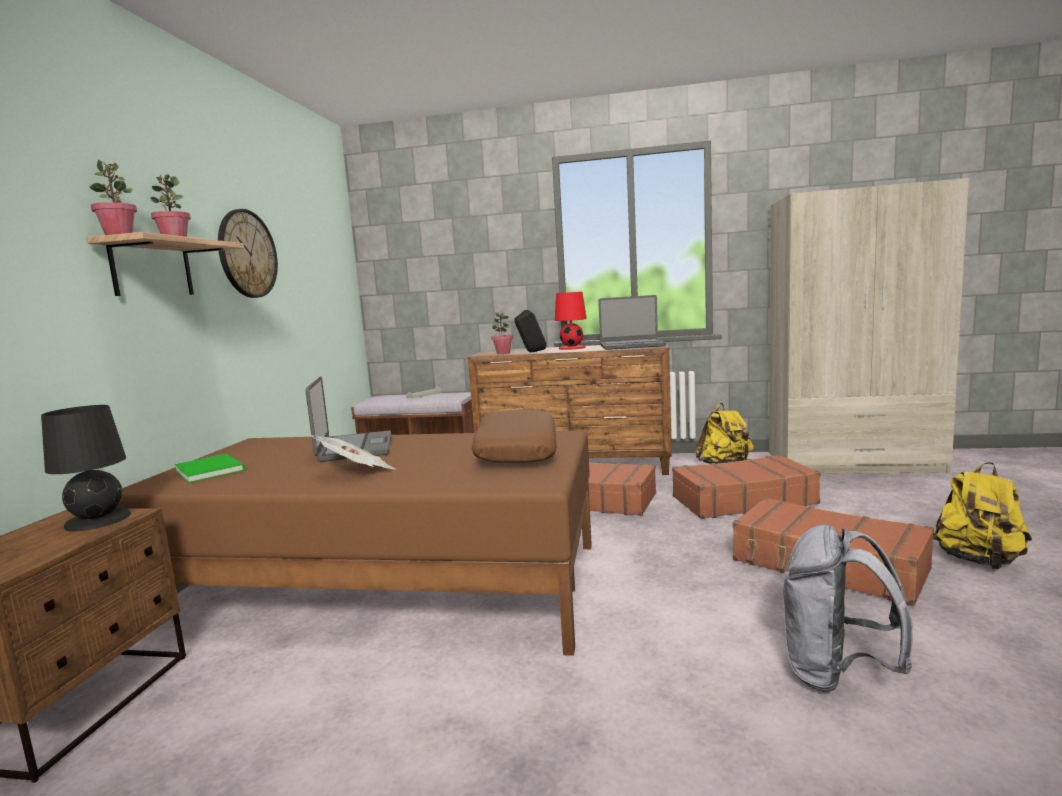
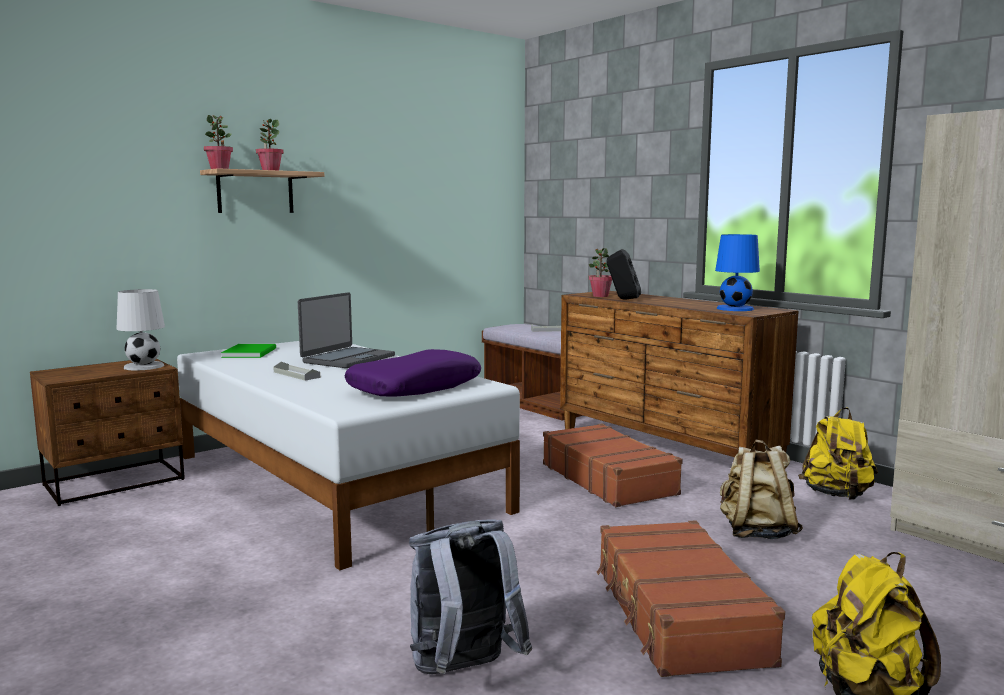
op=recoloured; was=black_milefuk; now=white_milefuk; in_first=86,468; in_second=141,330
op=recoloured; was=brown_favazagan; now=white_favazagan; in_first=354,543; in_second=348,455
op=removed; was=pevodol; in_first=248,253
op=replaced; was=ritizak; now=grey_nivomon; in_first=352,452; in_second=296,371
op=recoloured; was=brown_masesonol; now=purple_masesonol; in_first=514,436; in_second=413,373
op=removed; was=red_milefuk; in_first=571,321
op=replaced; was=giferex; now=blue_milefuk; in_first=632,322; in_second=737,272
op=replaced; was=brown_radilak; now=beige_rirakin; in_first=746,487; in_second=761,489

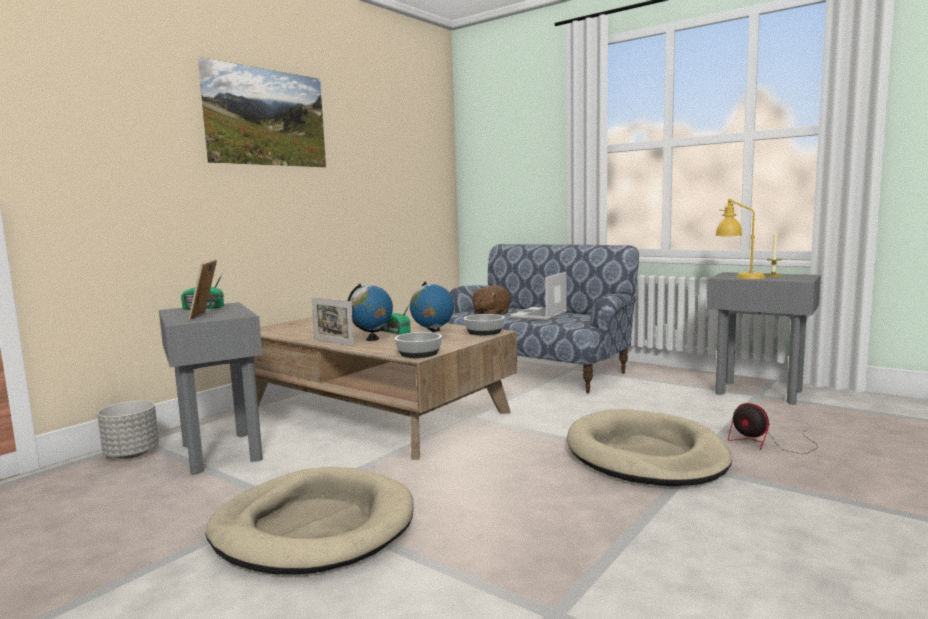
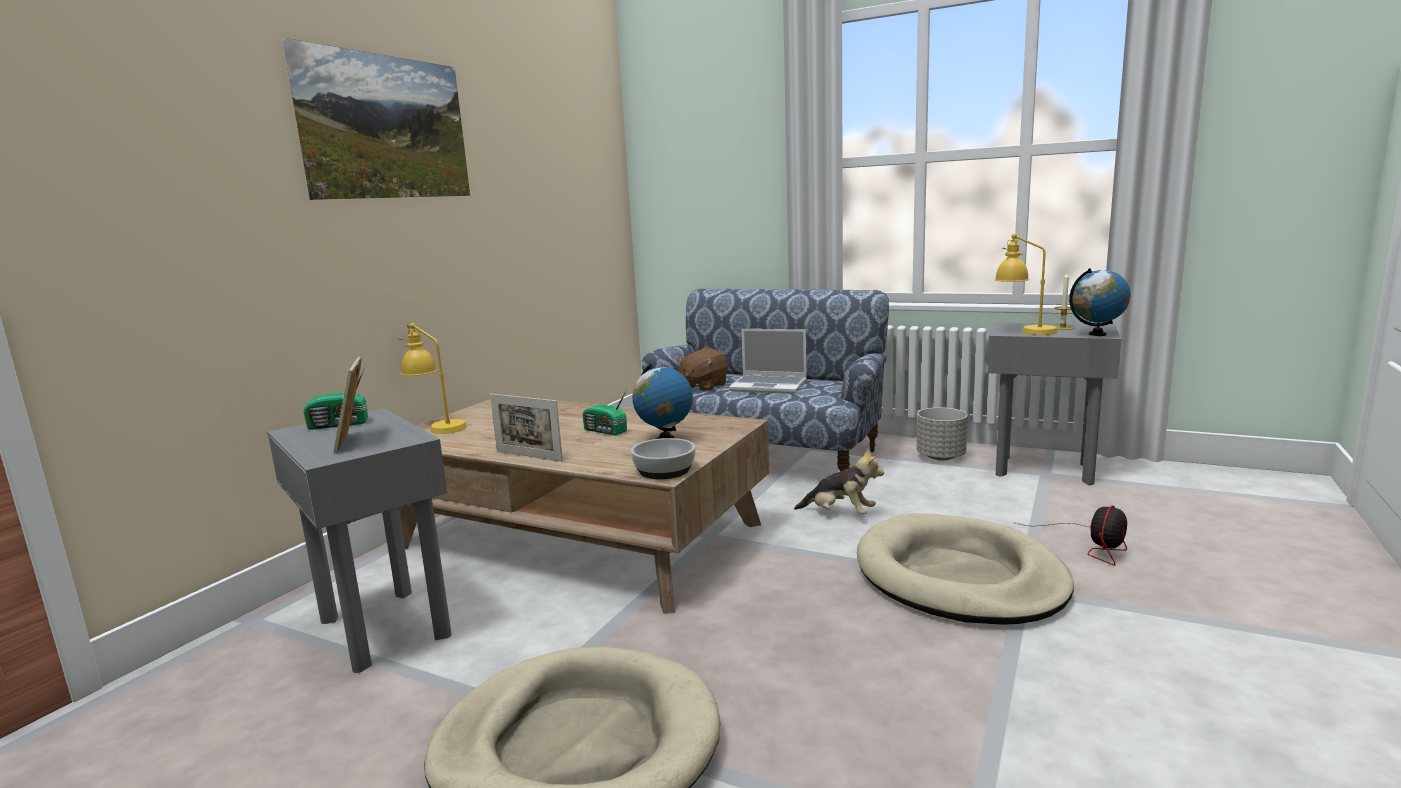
op=moved; was=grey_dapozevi; in_first=128,429; in_second=942,434
op=moved; was=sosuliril; in_first=370,312; in_second=1099,302
op=removed; was=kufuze; in_first=484,324
op=turned; was=giferex; in_first=538,296; in_second=768,361; clockwise=-90
op=turned; was=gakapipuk; in_first=773,428; in_second=1071,536; clockwise=-90
op=added; now=yellow_milefuk; in_second=433,378
op=added; now=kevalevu; in_second=839,481

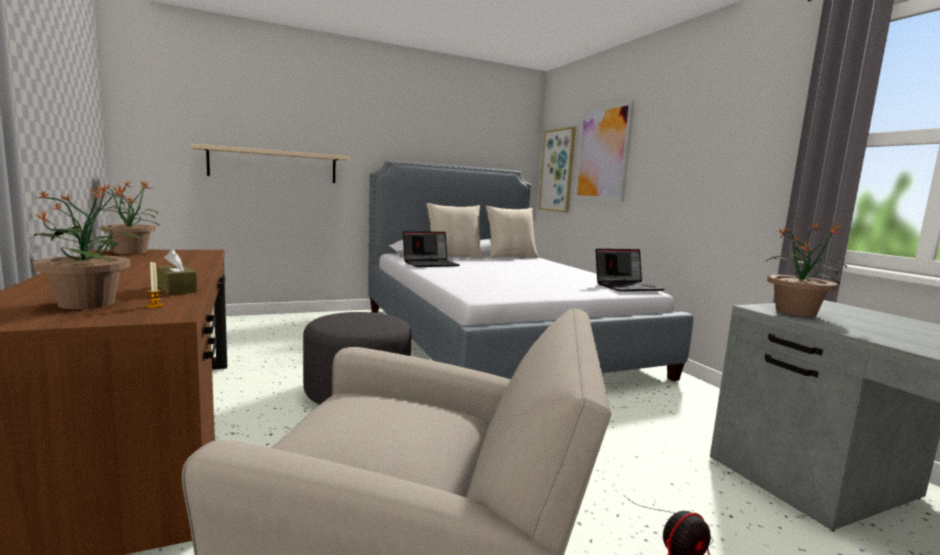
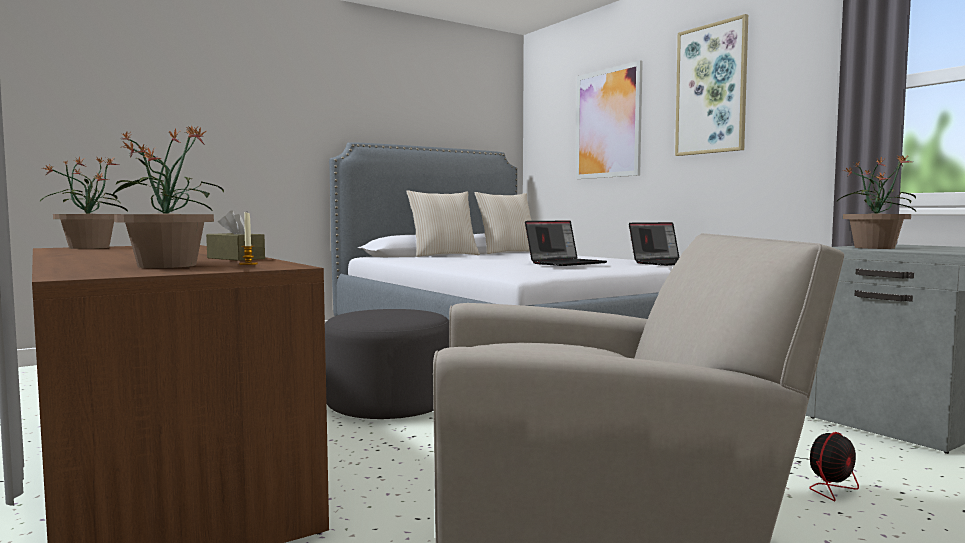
op=removed; was=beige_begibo; in_first=270,163
op=moved; was=giferex; in_first=431,249; in_second=566,243
op=moved; was=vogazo; in_first=557,169; in_second=711,85

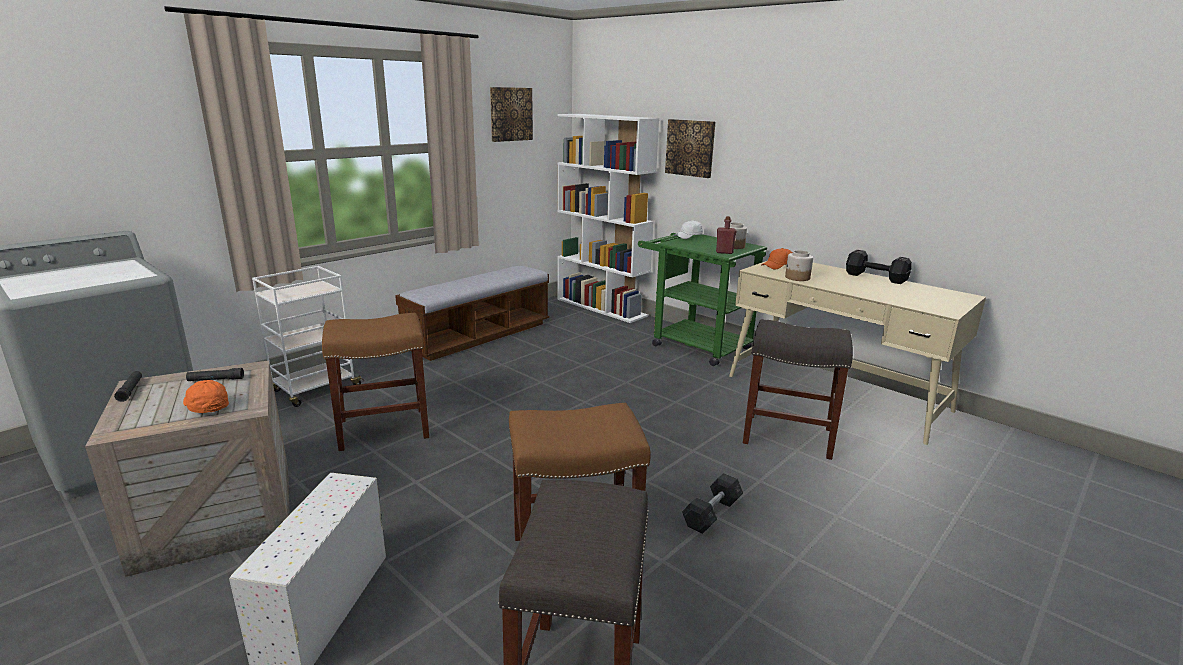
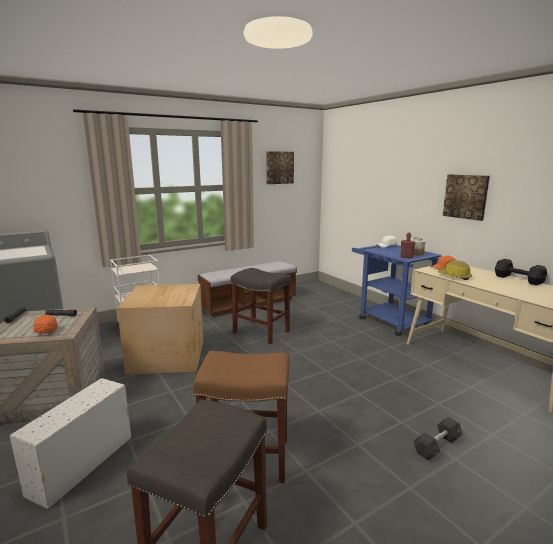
op=replaced; was=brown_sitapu; now=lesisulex; in_first=375,382; in_second=160,329
op=removed; was=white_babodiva; in_first=608,218
op=recoloured; was=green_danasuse; now=blue_danasuse; in_first=702,299; in_second=396,290
op=moved; was=vogazo; in_first=690,148; in_second=466,197
op=moved; was=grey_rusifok; in_first=712,503; in_second=438,438
op=moved; was=grey_sitapu; in_first=798,389; in_second=261,306
op=replaced; was=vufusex; now=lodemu; in_first=799,265; in_second=455,270

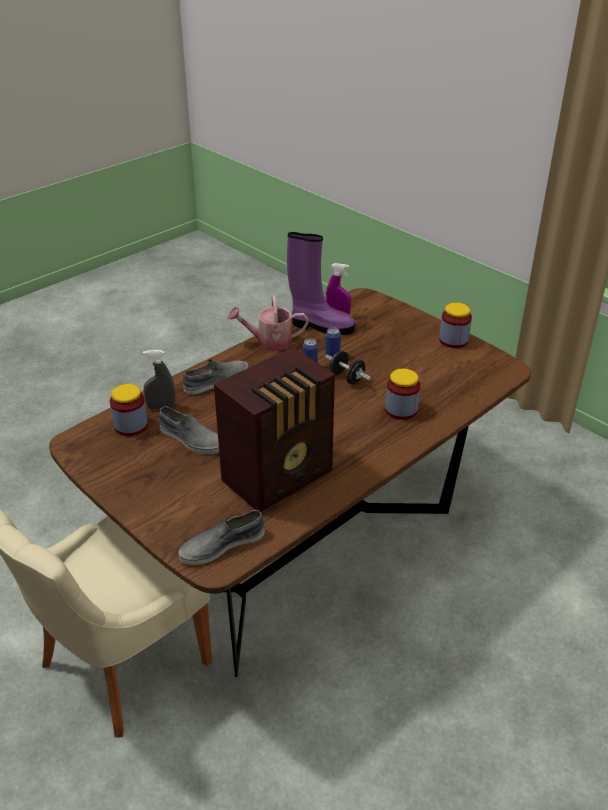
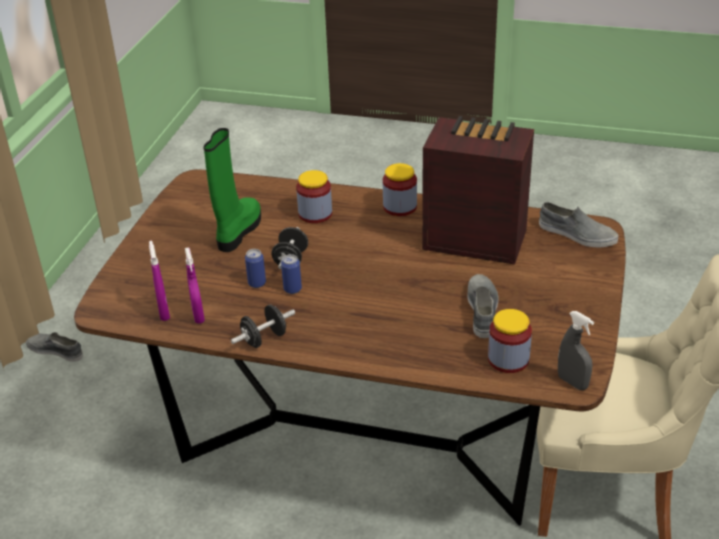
op=moved; was=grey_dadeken; in_first=158,380; in_second=576,350
op=moved; was=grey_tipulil; in_first=215,377; in_second=54,347
op=replaced; was=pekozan; now=black_rusifok; in_first=268,323; in_second=263,326
op=replaced; was=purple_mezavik; now=purple_dadeken; in_first=321,283; in_second=195,285
op=moved; was=vufusex; in_first=455,325; in_second=400,189
op=added; now=green_mezavik; in_second=232,190

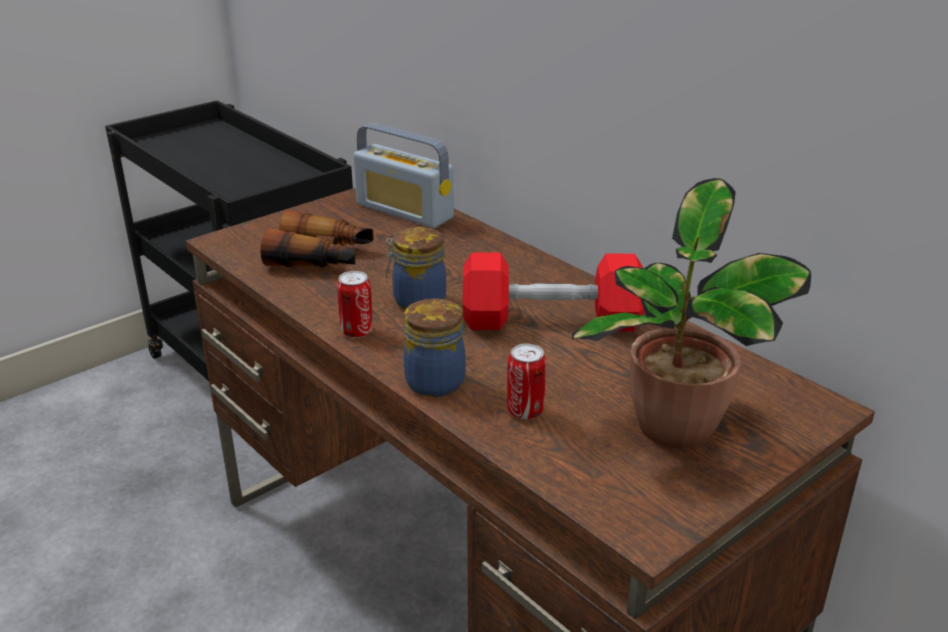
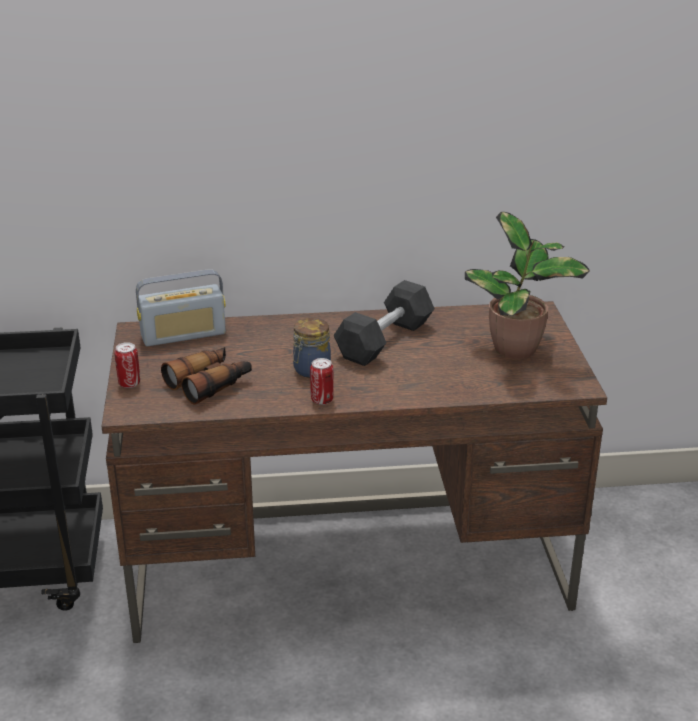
op=removed; was=vufusex; in_first=435,347
op=recoloured; was=red_rusifok; now=black_rusifok; in_first=553,291; in_second=384,323
op=moved; was=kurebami; in_first=526,381; in_second=127,365

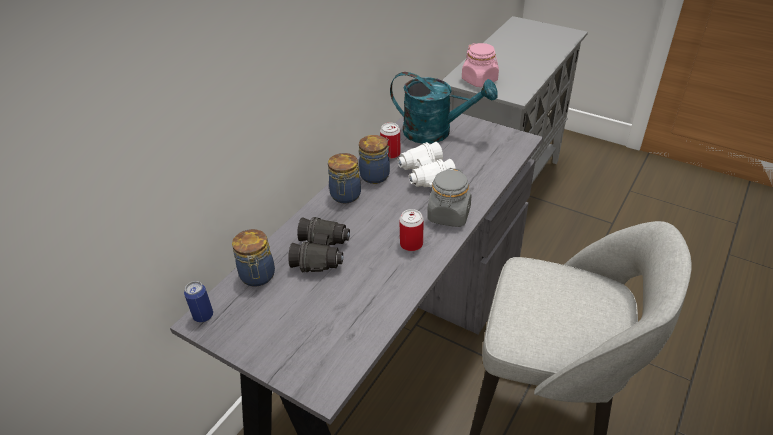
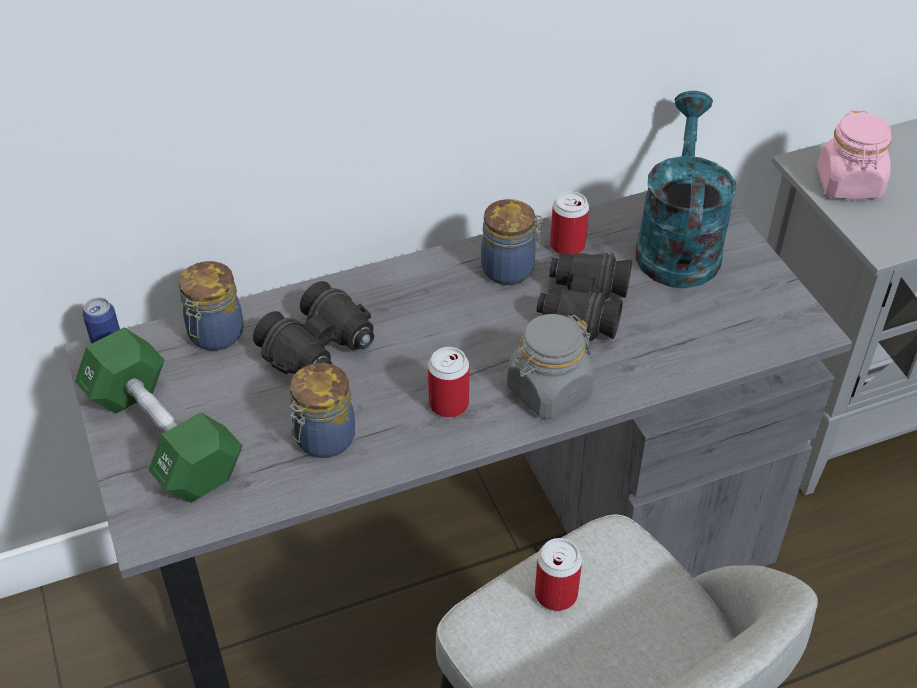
op=moved; was=vufusex; in_first=344,178; in_second=322,410
op=turned; was=turquoise_pekozan; in_first=444,108; in_second=686,189; clockwise=-135
op=recoloured; was=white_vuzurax; now=black_vuzurax; in_first=427,164; in_second=584,297
op=added; now=green_rusifok; in_second=159,415
op=added; now=kurebami; in_second=558,574

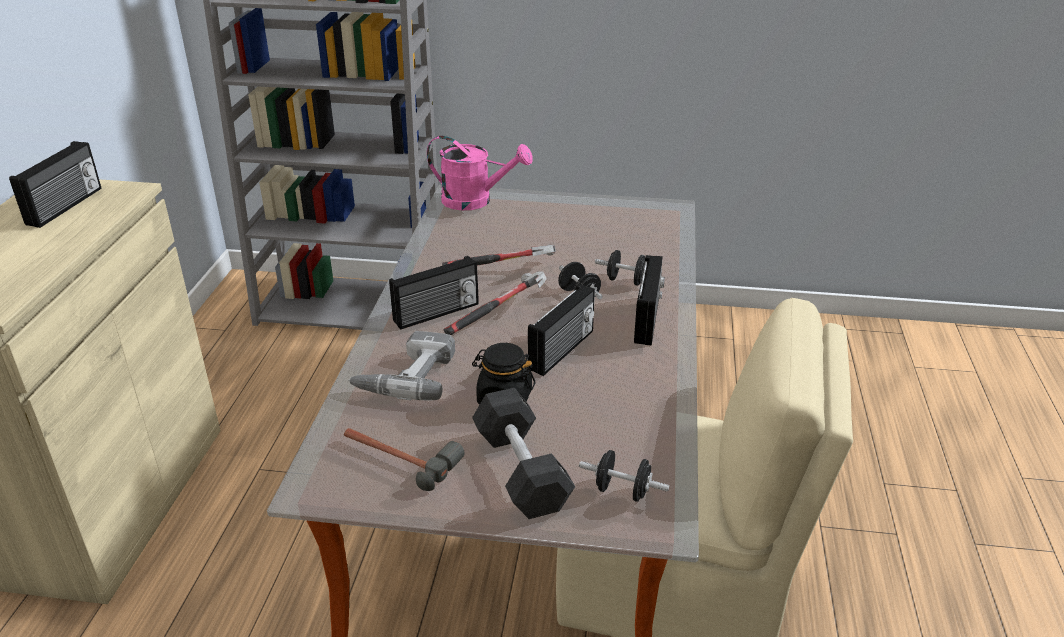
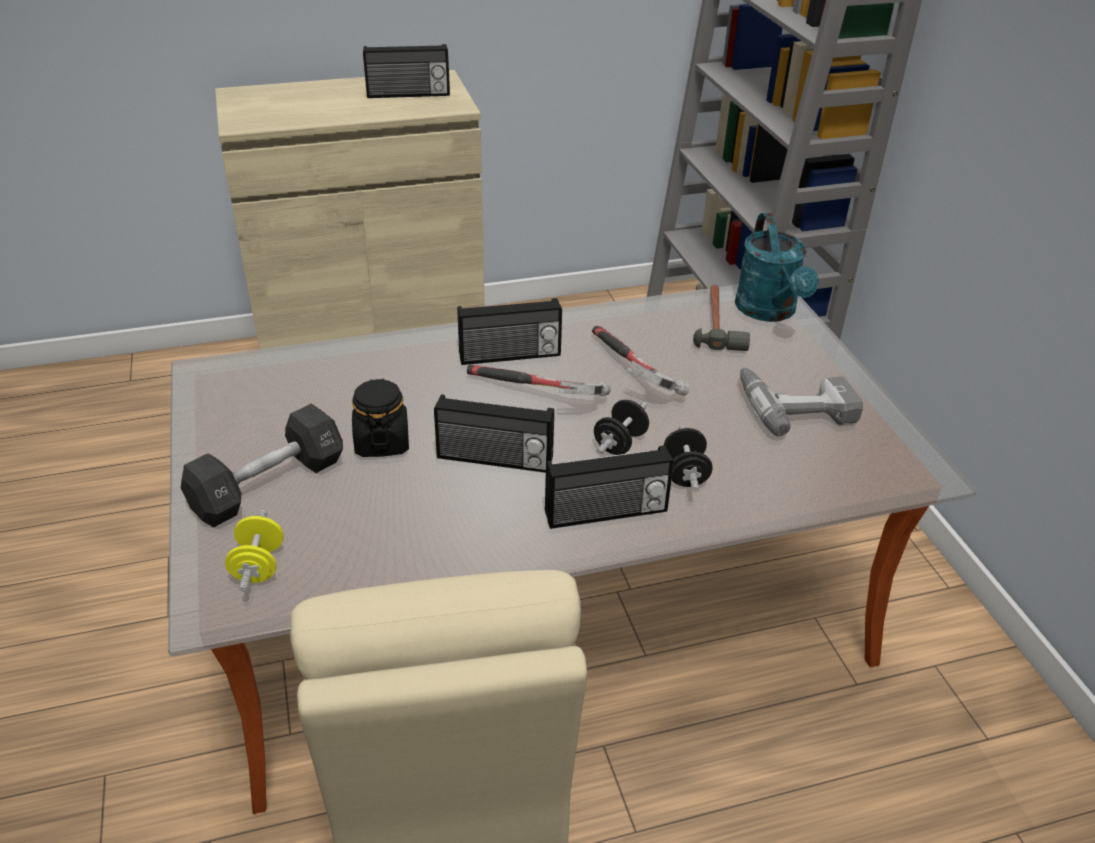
op=moved; was=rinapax; in_first=404,459; in_second=721,318
op=moved; was=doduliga; in_first=401,365; in_second=801,402
op=turned; was=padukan; in_first=434,293; in_second=509,331; clockwise=-45
op=recoloured; was=pink_pekozan; now=turquoise_pekozan; in_first=480,173; in_second=777,267
op=recoloured; was=black_rusifok; now=yellow_rusifok; in_first=624,475; in_second=254,551

